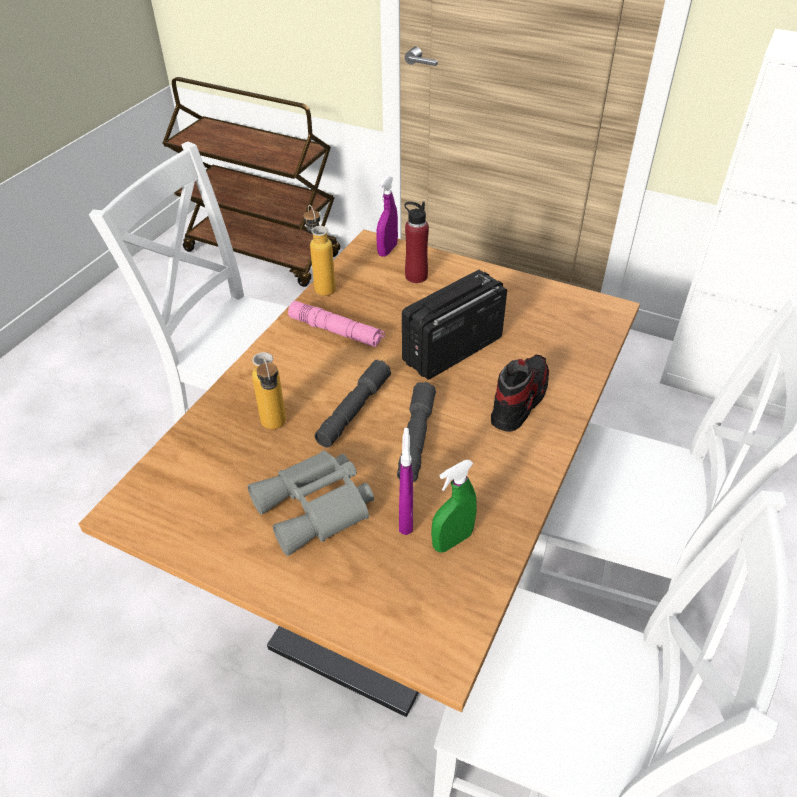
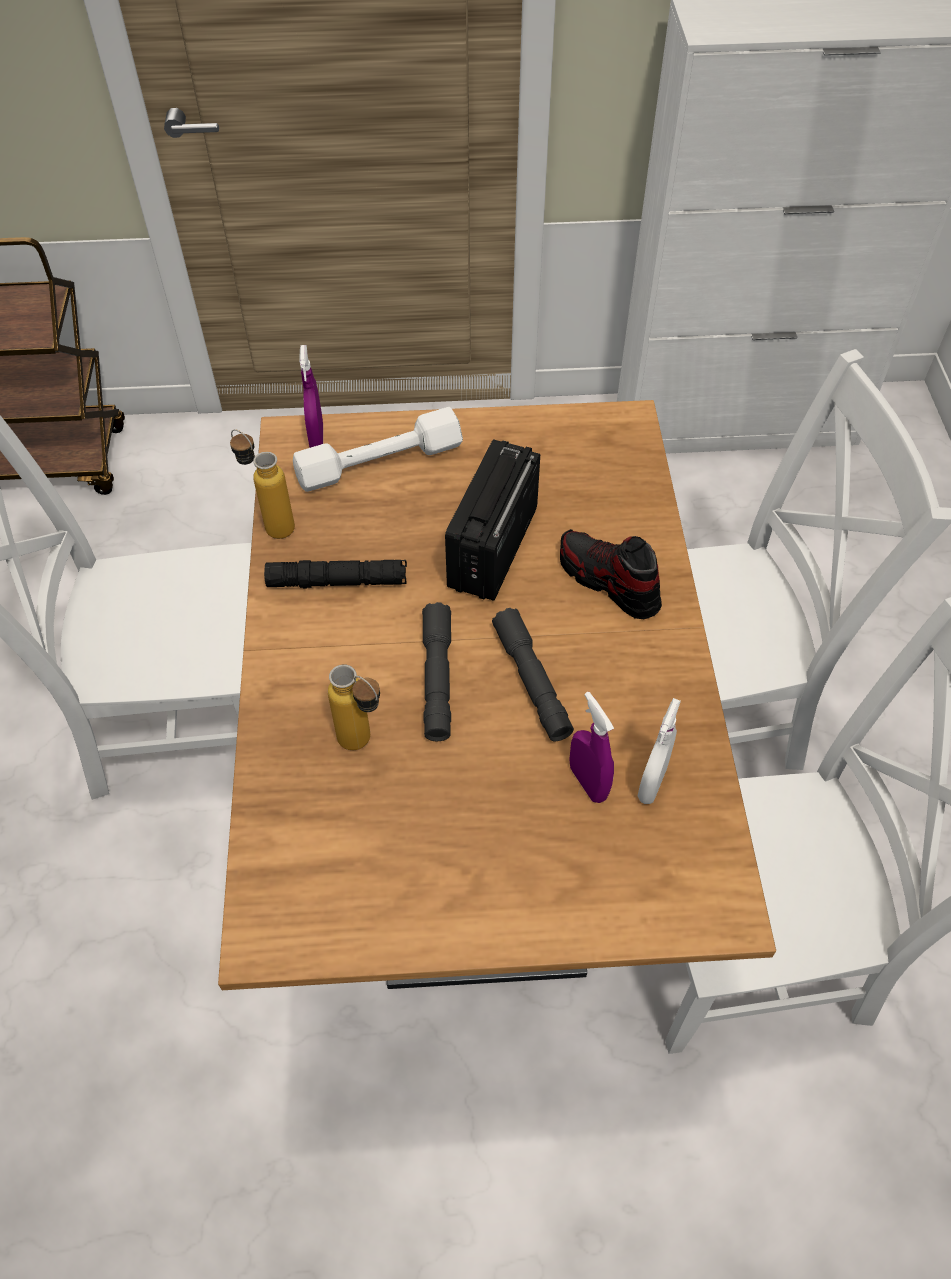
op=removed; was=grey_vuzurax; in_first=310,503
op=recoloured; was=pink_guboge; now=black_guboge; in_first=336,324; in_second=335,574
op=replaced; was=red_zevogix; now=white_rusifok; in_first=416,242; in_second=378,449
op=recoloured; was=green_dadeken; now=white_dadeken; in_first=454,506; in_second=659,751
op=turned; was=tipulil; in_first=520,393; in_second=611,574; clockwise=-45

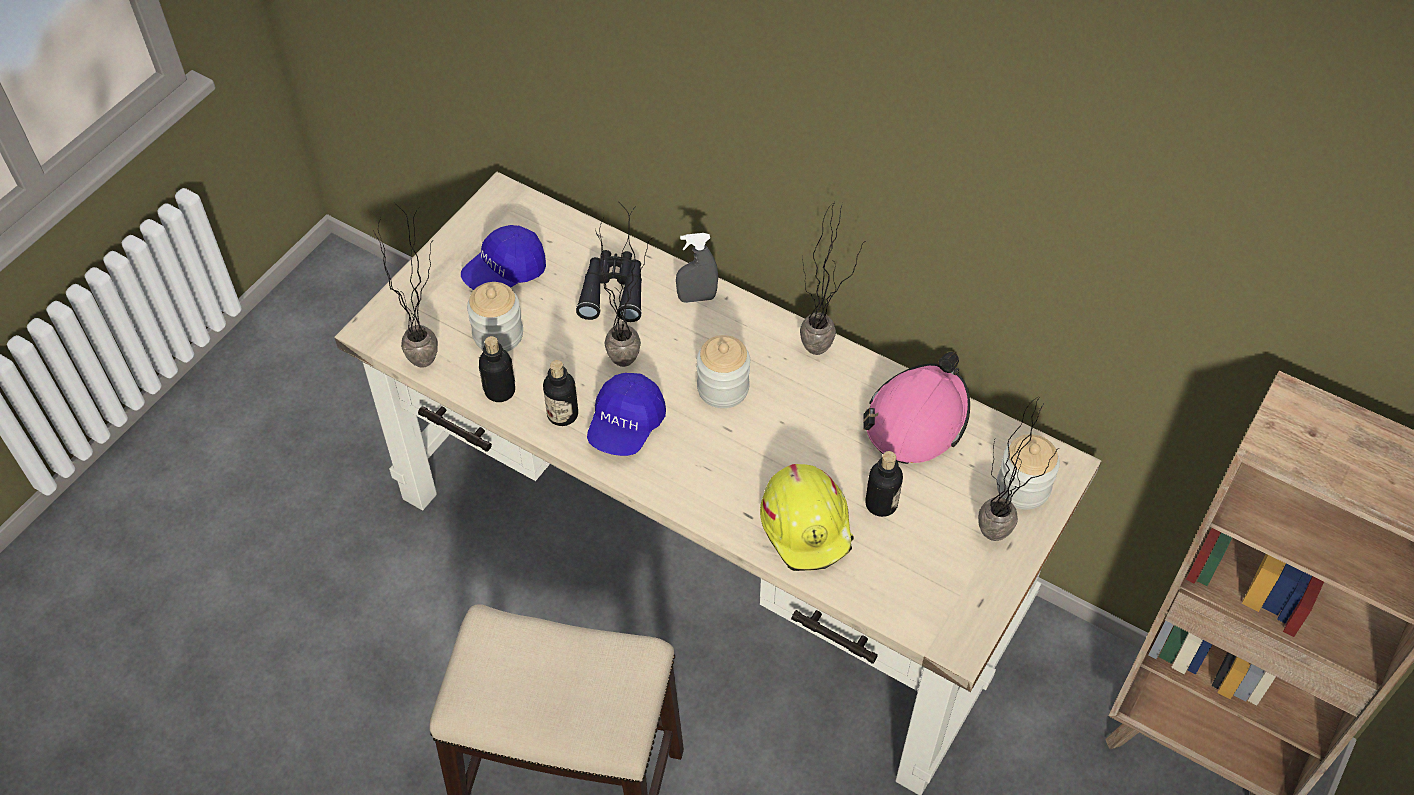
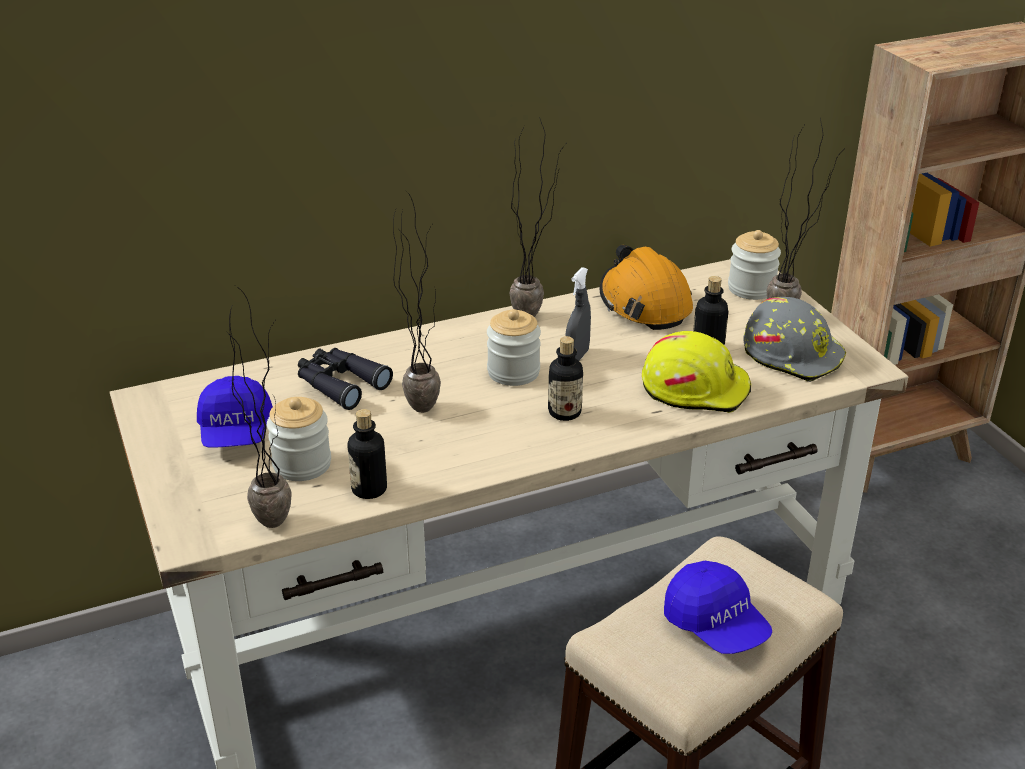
op=moved; was=zevogix; in_first=560,393; in_second=565,378
op=moved; was=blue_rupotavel; in_first=626,414; in_second=718,607
op=moved; was=grey_dadeken; in_first=697,268; in_second=578,314
op=recoloured; was=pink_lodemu; now=orange_lodemu; in_first=916,408; in_second=646,287
op=added; now=grey_lodemu; in_second=794,339

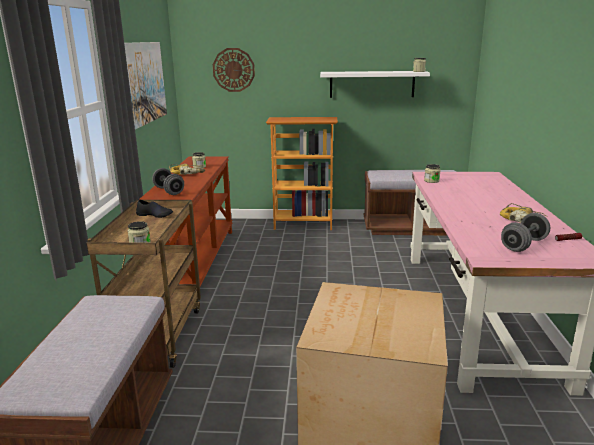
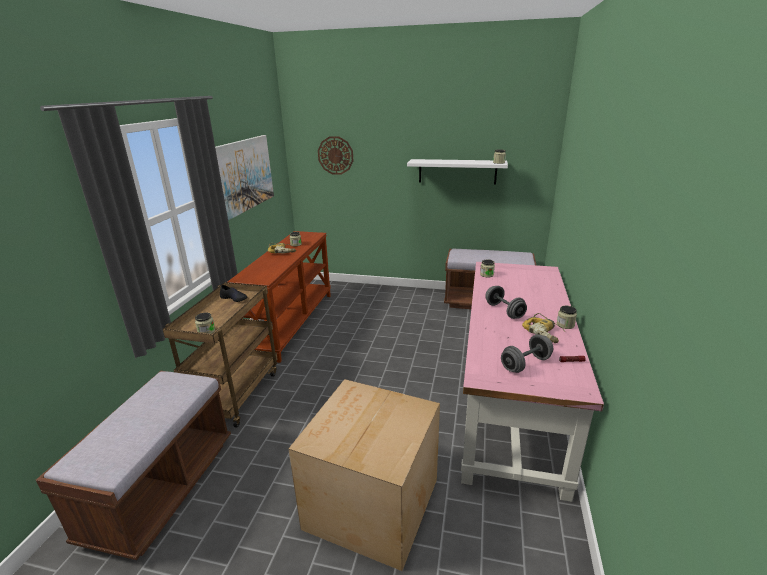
op=moved; was=grey_rusifok; in_first=168,181; in_second=506,302
op=removed; was=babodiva; in_first=302,173
op=added; now=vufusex; in_second=567,317

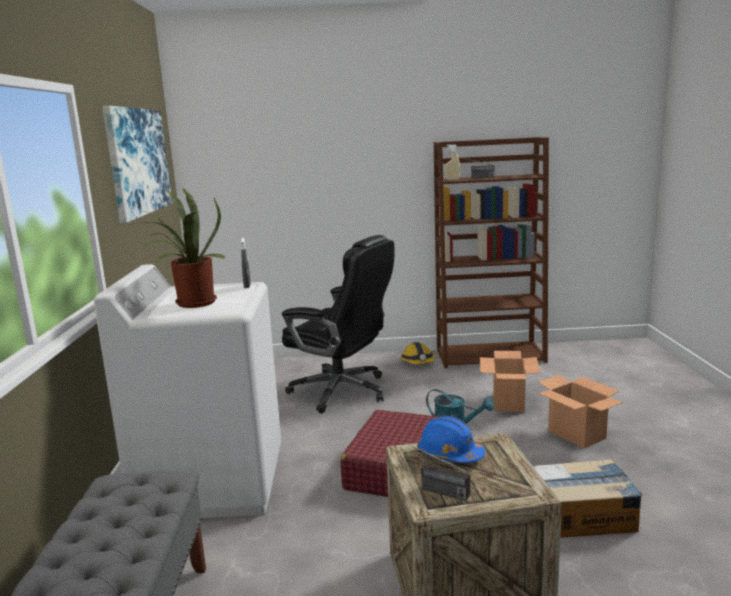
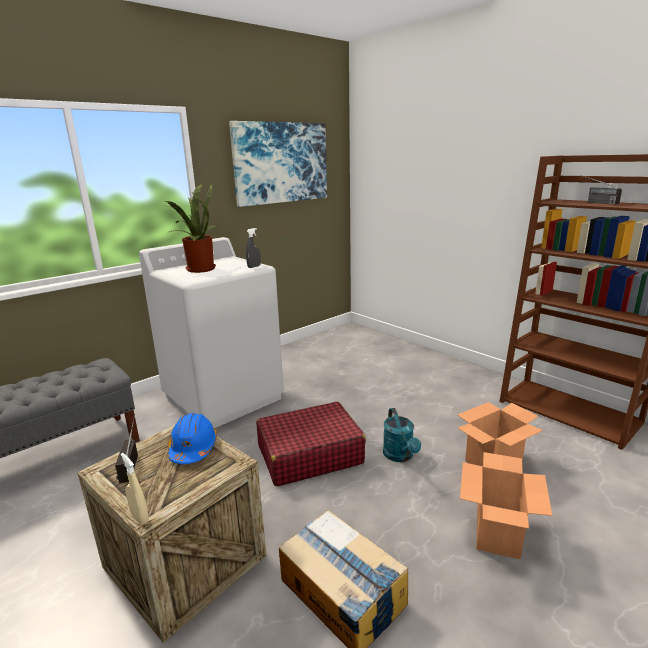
op=removed; was=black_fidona; in_first=338,324
op=removed; was=lodemu; in_first=417,353
op=moved; was=beige_dadeken; in_first=452,162; in_second=135,489

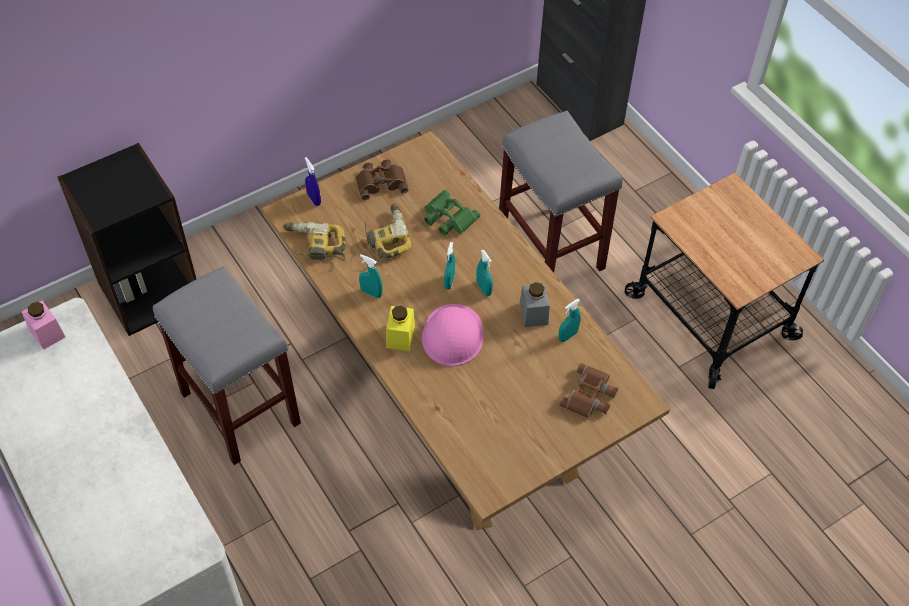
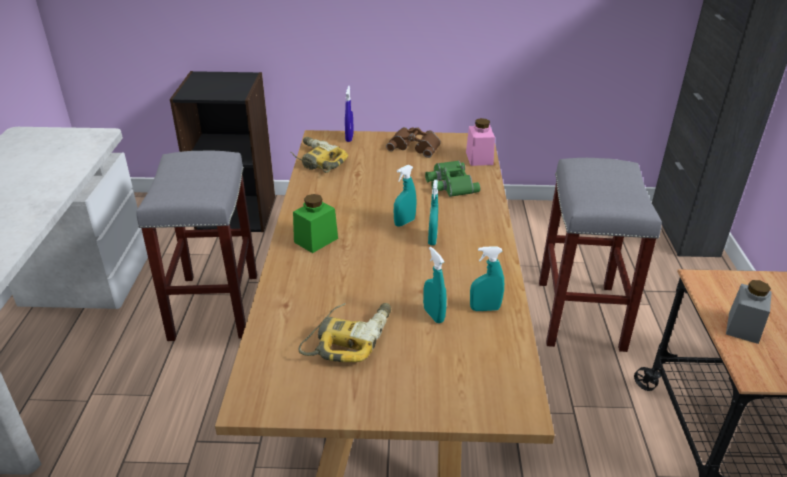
op=moved; was=pink_vufusex; in_first=43,325; in_second=480,142
op=moved; was=turquoise_dadeken; in_first=371,276; in_second=435,285
op=moved; was=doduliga; in_first=388,232; in_second=345,332
op=recoloured; was=yellow_vufusex; now=green_vufusex; in_first=400,328; in_second=315,223
op=removed; was=pink_lodemu; in_first=452,335
op=moved; was=grey_vufusex; in_first=535,304; in_second=749,312
op=removed; was=brown_vuzurax; in_first=588,390

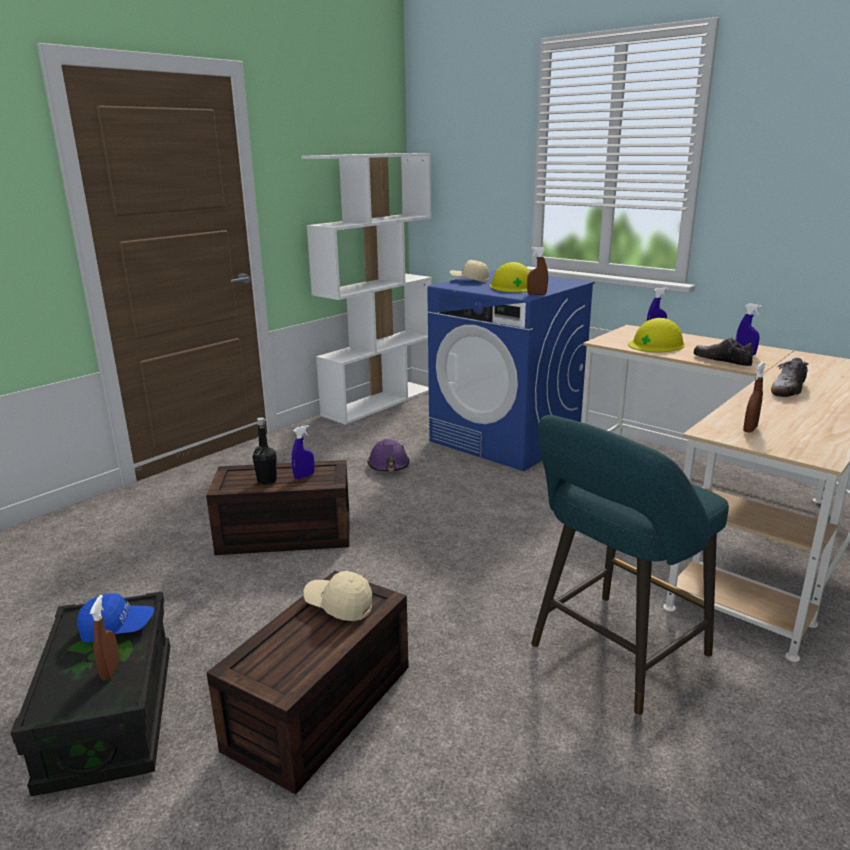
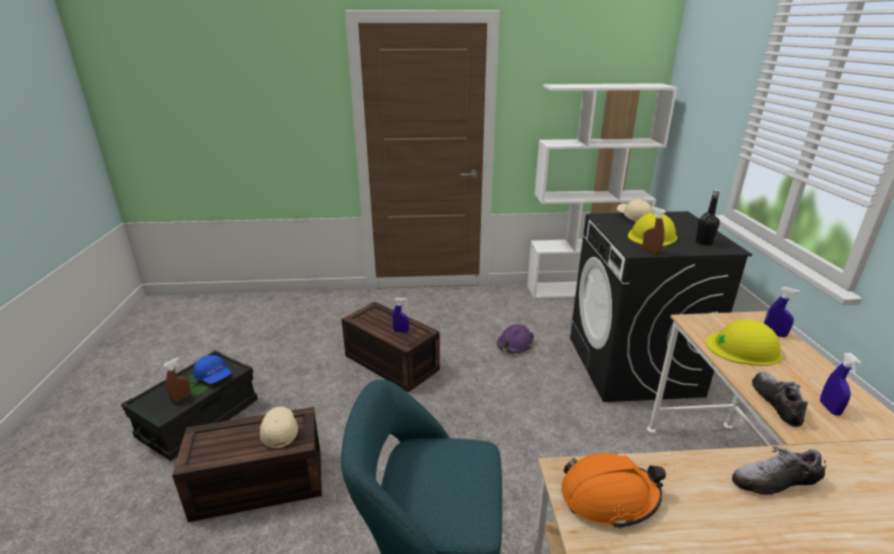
op=moved; was=black_zevogix; in_first=265,451; in_second=708,217
op=recoloured; was=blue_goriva; now=black_goriva; in_first=511,370; in_second=661,306
op=replaced; was=brown_dadeken; now=orange_lodemu; in_first=754,397; in_second=613,491

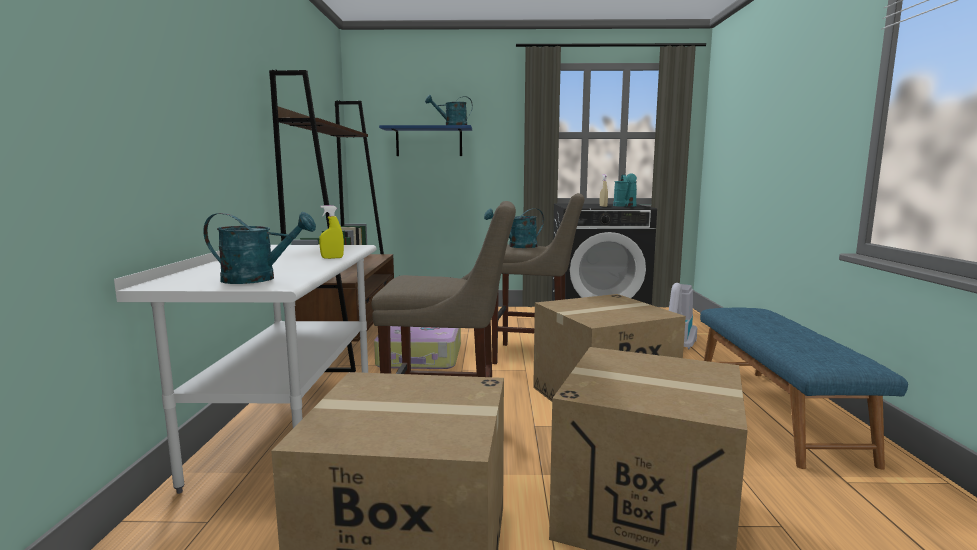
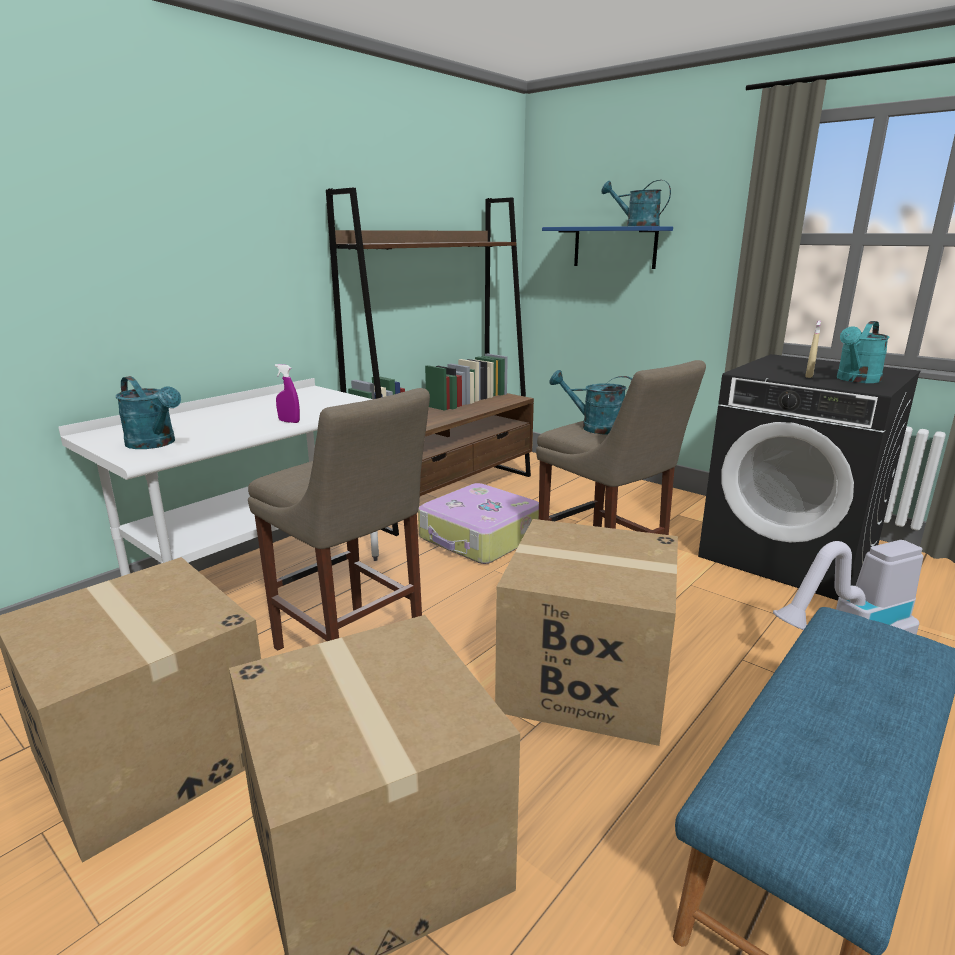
op=recoloured; was=yellow_dadeken; now=purple_dadeken; in_first=331,232; in_second=287,393

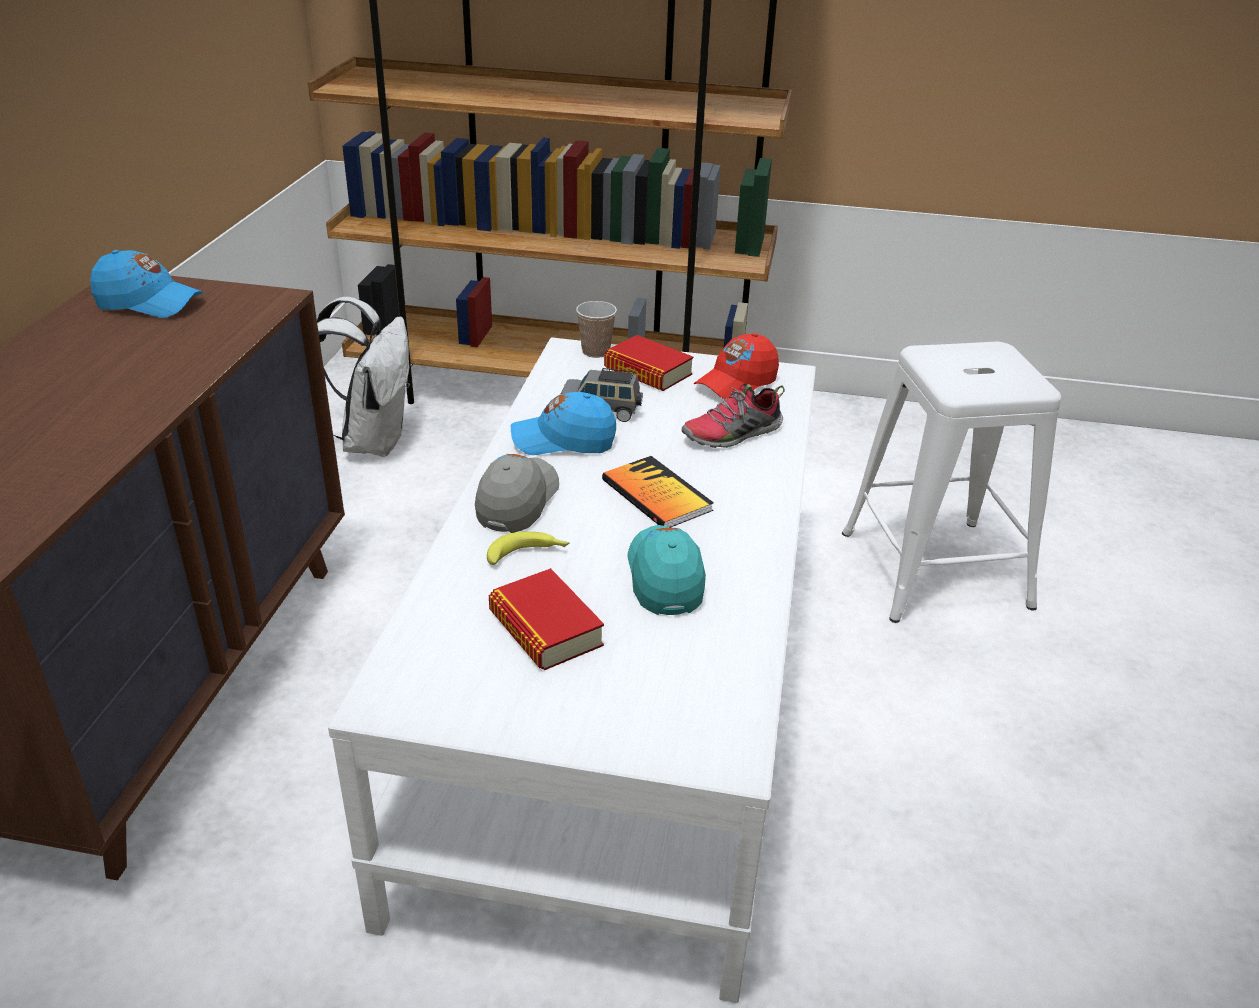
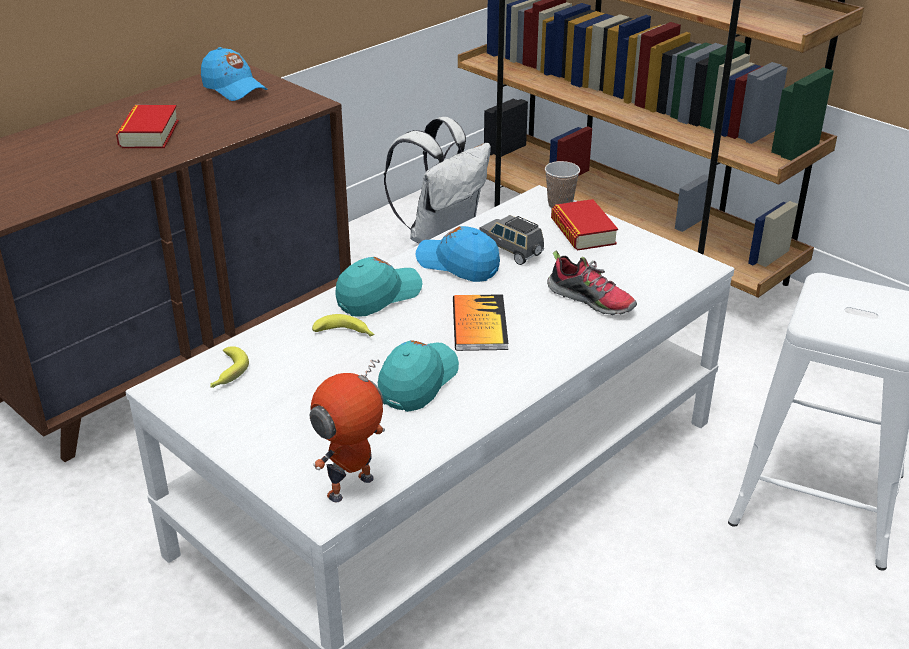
op=recoloured; was=grey_rupotavel; now=turquoise_rupotavel; in_first=517,493; in_second=379,287
op=moved; was=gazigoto; in_first=546,619; in_second=147,126
op=turned; was=tipulil; in_first=733,416; in_second=592,283; clockwise=-150
op=removed; was=red_rupotavel; in_first=736,366
op=added; now=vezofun; in_second=229,367
op=added; now=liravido; in_second=347,430

